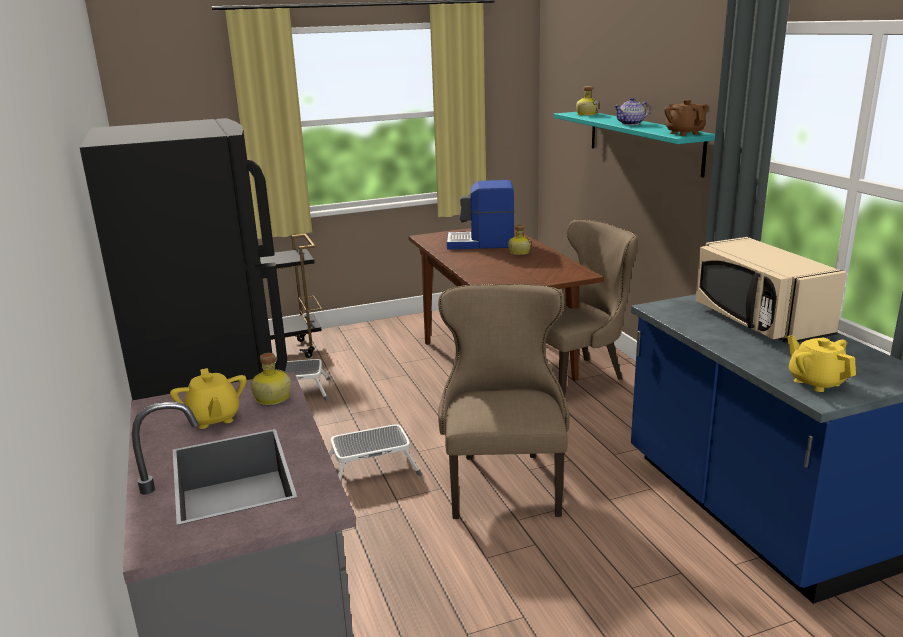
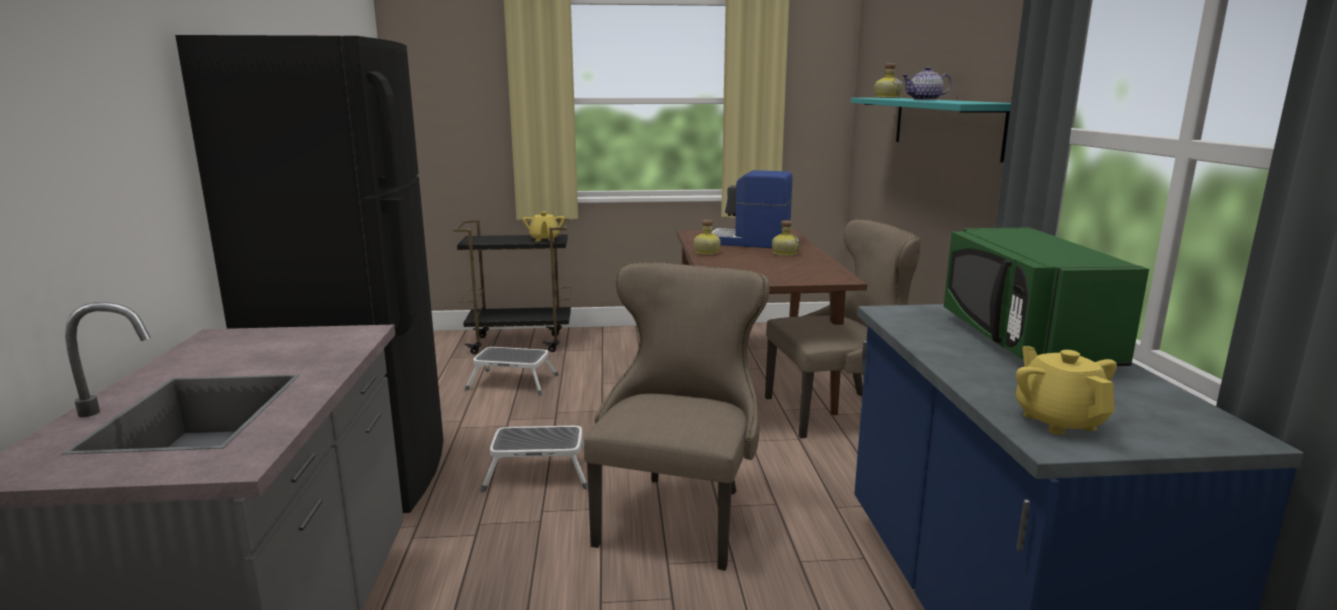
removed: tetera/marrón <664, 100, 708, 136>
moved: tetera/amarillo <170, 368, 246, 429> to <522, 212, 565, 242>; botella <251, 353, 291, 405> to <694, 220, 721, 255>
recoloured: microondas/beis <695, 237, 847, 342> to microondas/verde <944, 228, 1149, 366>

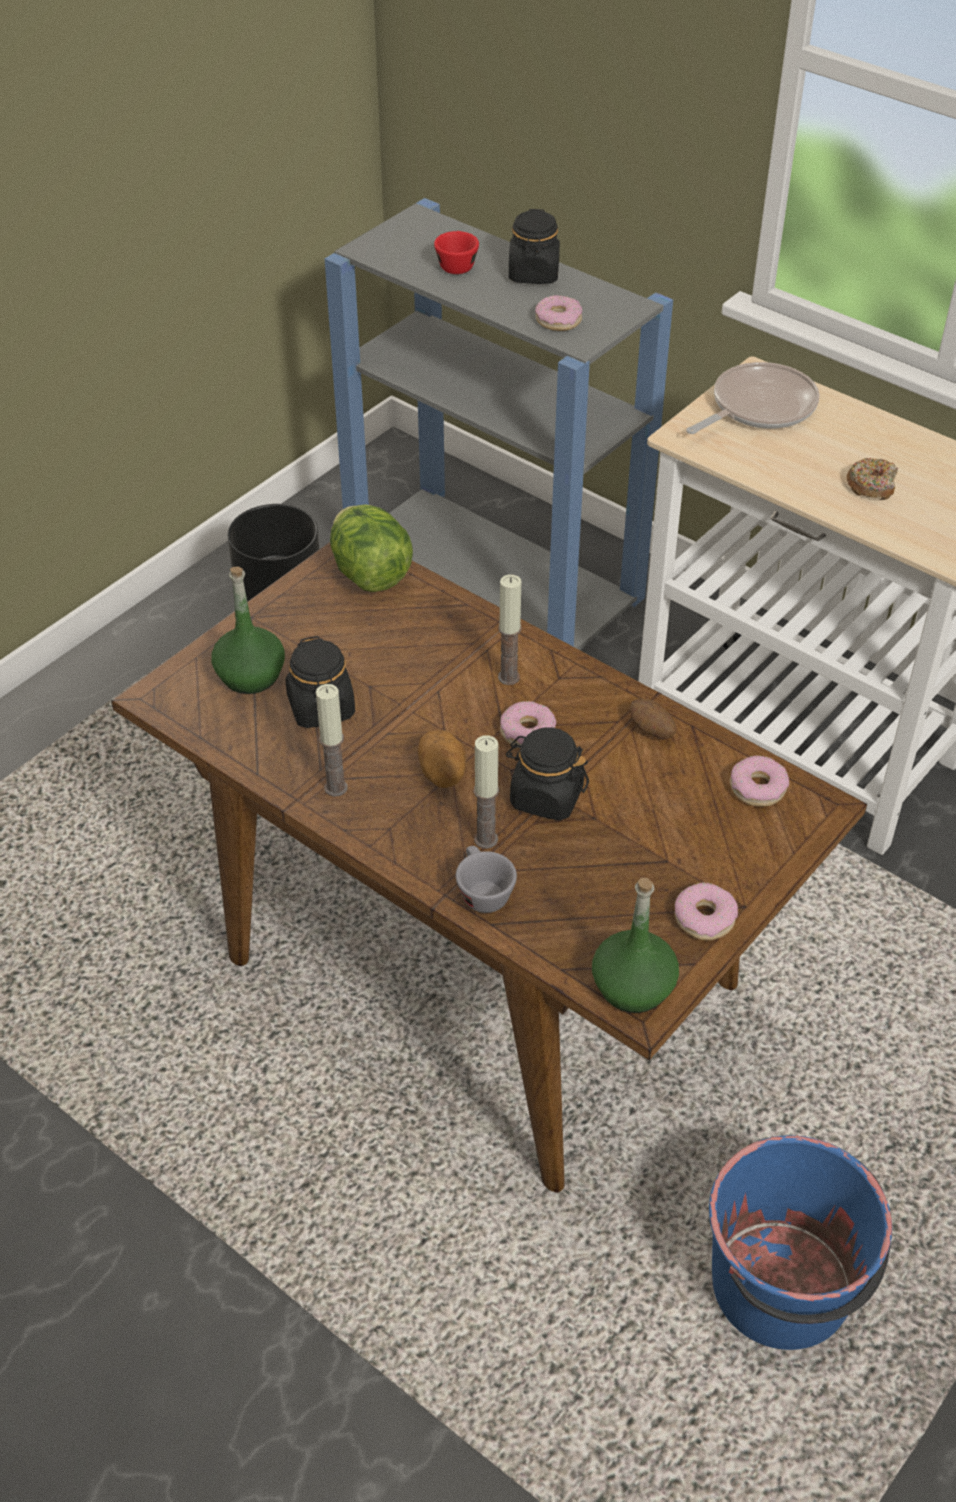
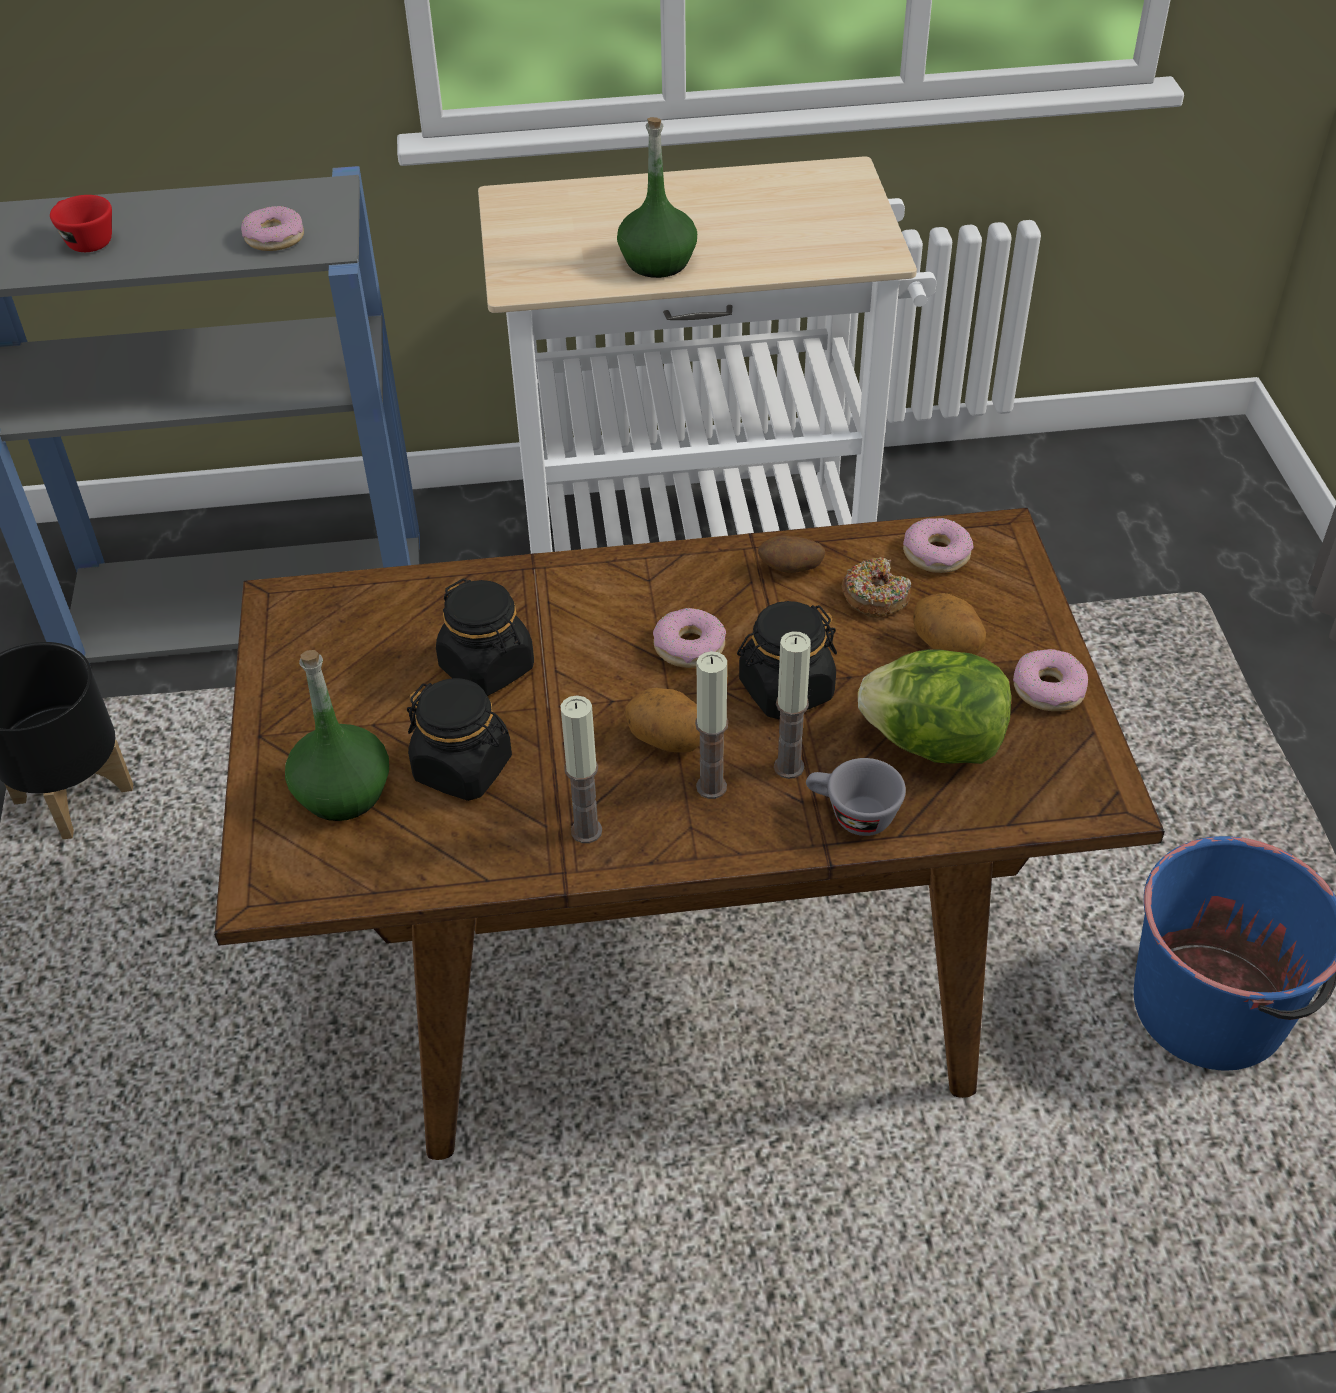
removed: sartén <686, 362, 819, 434>
added: patata <913, 593, 986, 655>
moved: lechuga <330, 504, 413, 592> to <858, 649, 1011, 764>; vela <498, 574, 522, 685> to <695, 651, 728, 799>; tarro/negro <509, 209, 560, 284> to <436, 579, 534, 696>; botella/verde <592, 878, 679, 1013> to <617, 117, 697, 278>; rosquilla <846, 458, 898, 500> to <842, 557, 911, 618>

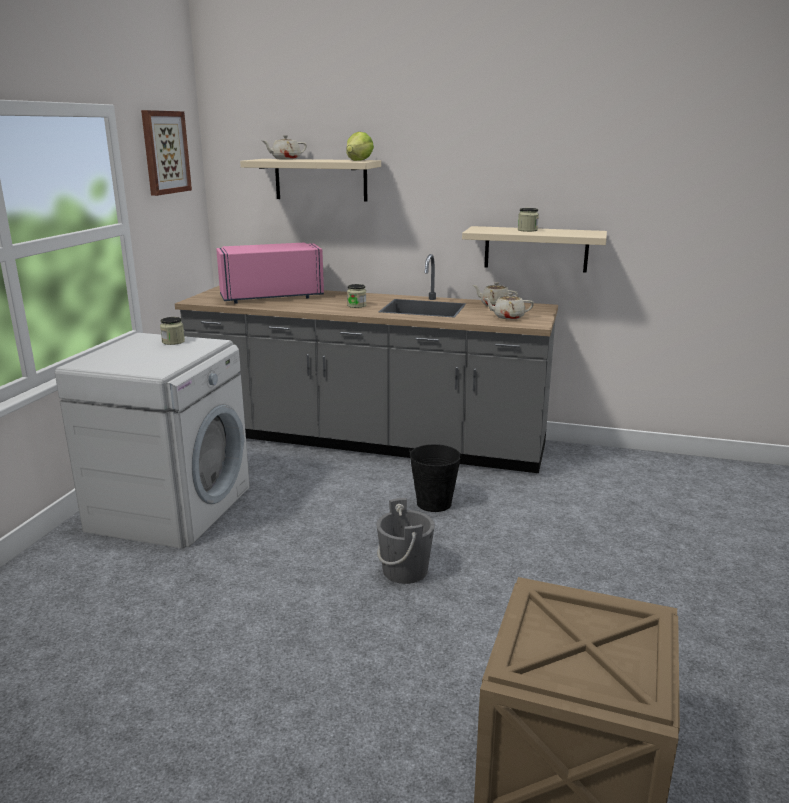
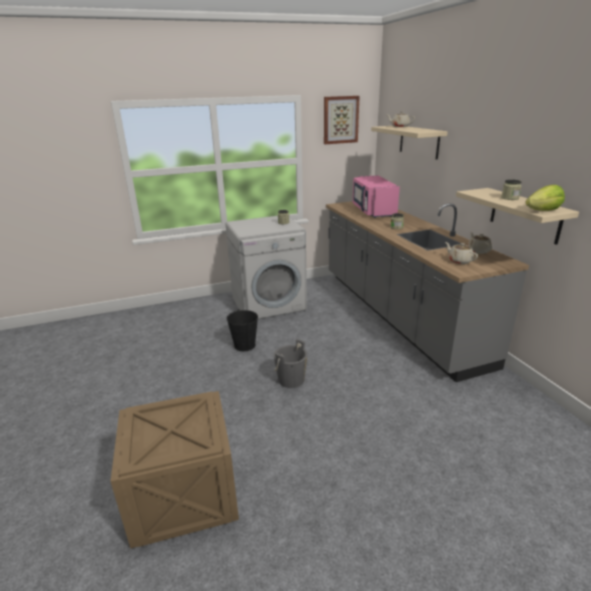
moved: lechuga <346, 132, 374, 161> to <525, 185, 565, 211>; cubo/negro <409, 444, 462, 512> to <226, 309, 258, 351>
turned: microondas/rosa <216, 243, 324, 304> = <353, 175, 400, 218> 135 degrees counterclockwise

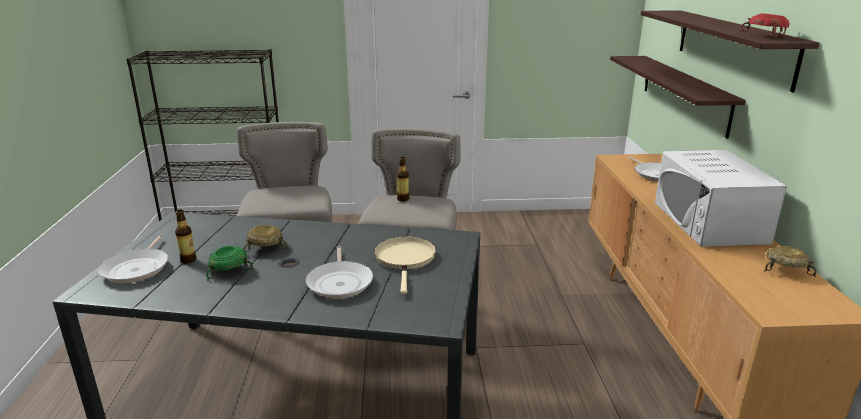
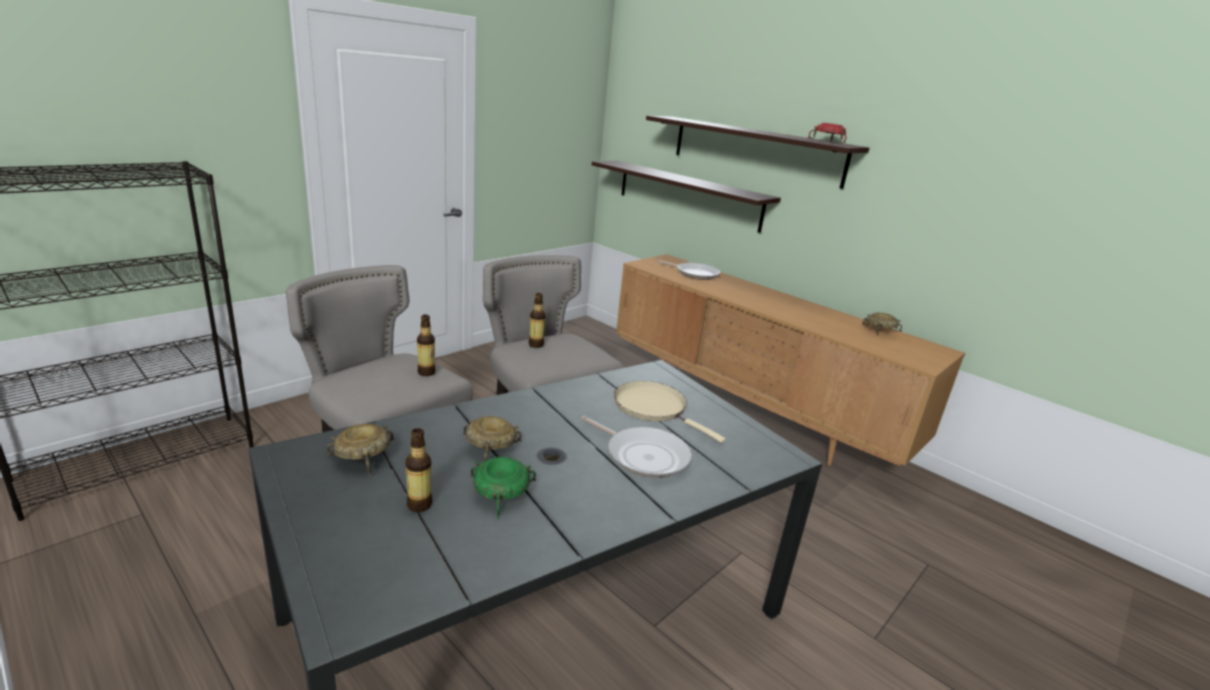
removed: sartén <98, 234, 168, 283>; microondas/blanco <655, 150, 787, 247>
added: cuenco/beis <327, 424, 395, 476>; botella <417, 314, 436, 376>

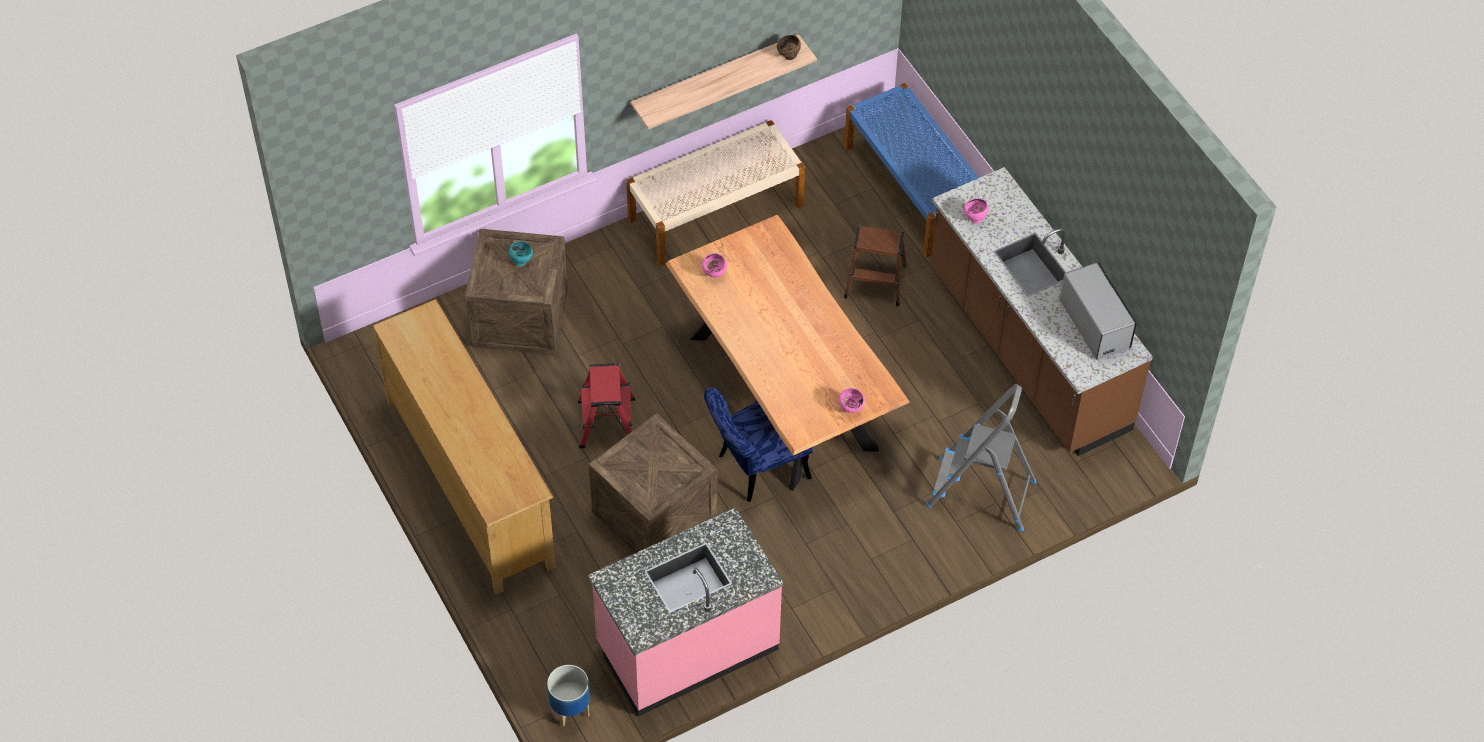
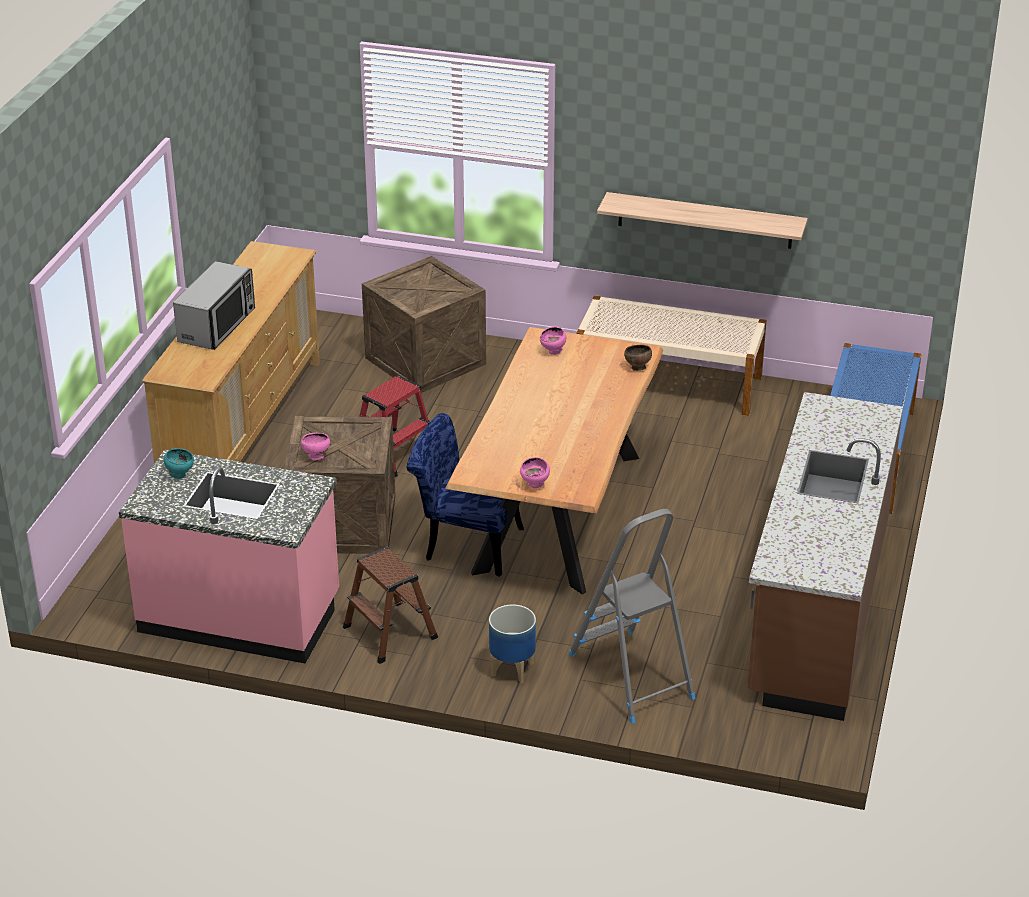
moved: cuenco/turquesa <508, 241, 533, 266> to <164, 448, 194, 479>; maceta <547, 665, 590, 727> to <489, 605, 536, 684>; cuenco/marrón <777, 35, 801, 60> to <624, 345, 652, 371>; escalera de tijera/marrón <844, 225, 907, 306> to <343, 546, 438, 664>; cuenco/rosa <964, 198, 989, 224> to <301, 433, 330, 460>; microondas <1060, 262, 1137, 360> to <173, 261, 255, 350>

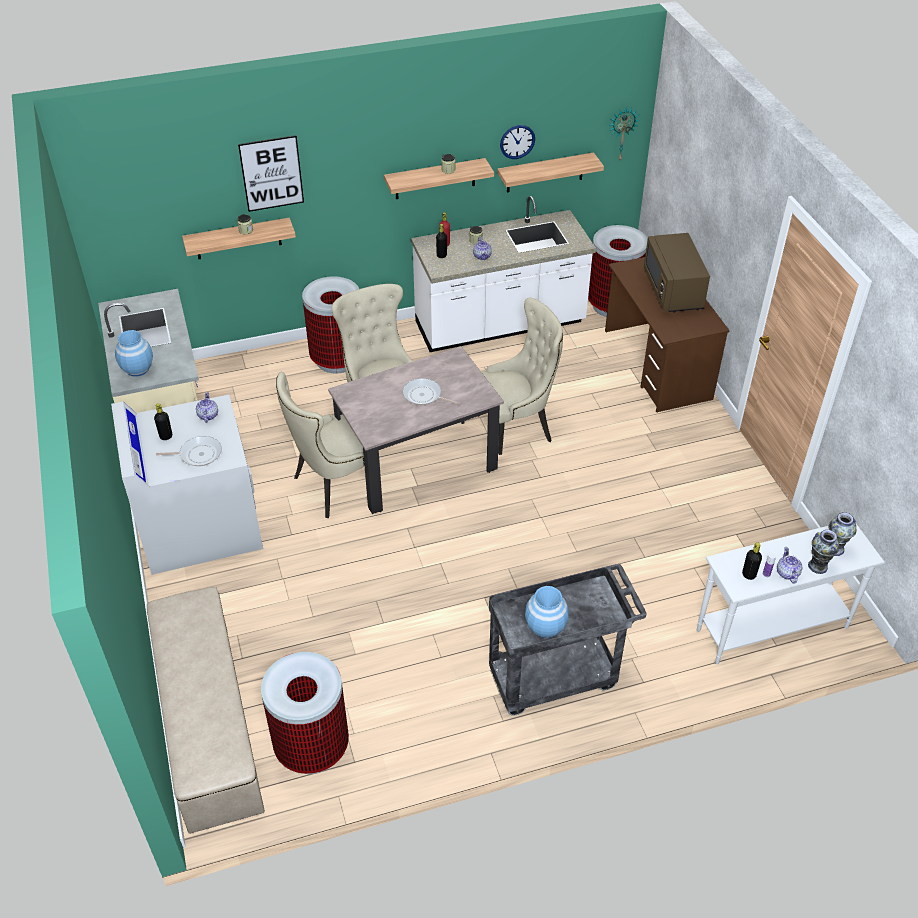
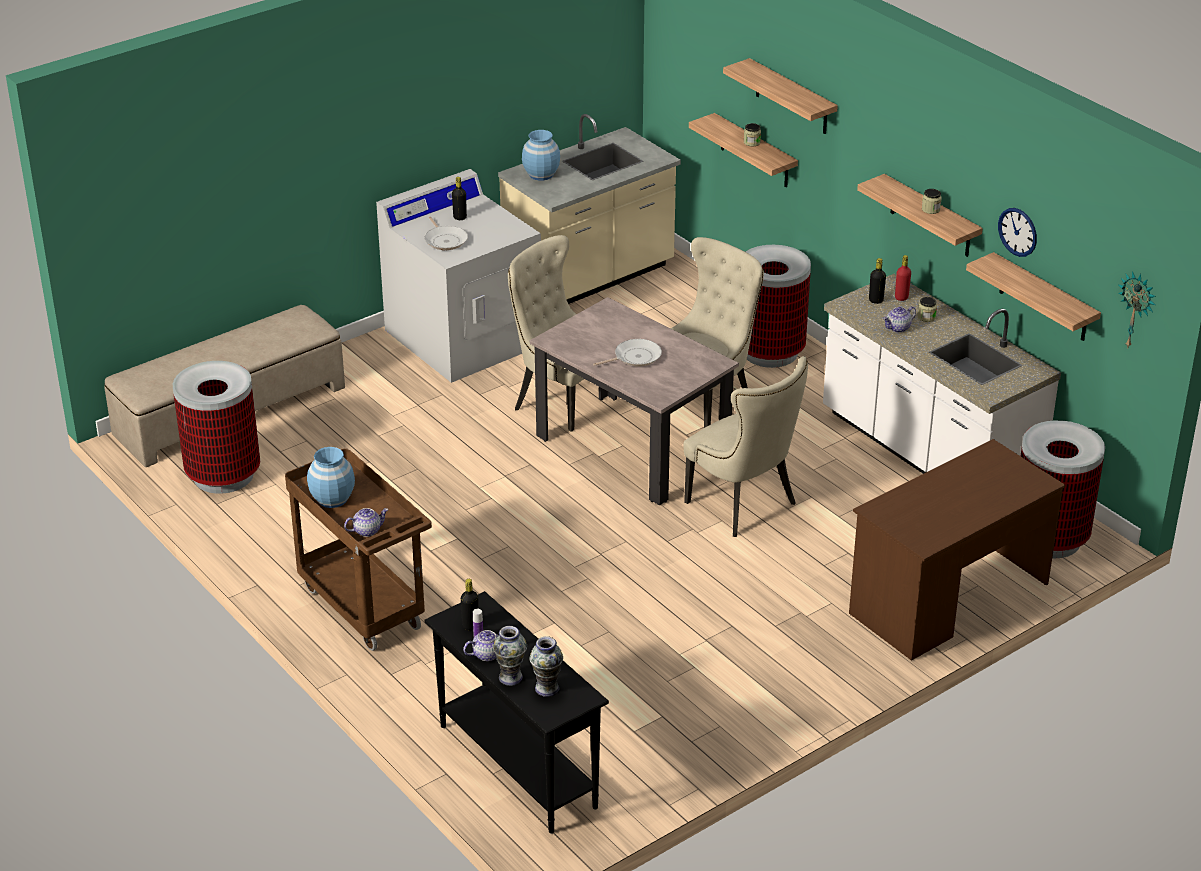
removed: microondas/marrón <644, 233, 710, 313>
moved: tetera <196, 392, 218, 423> to <344, 508, 388, 537>
replaced: cuadro <238, 135, 304, 212> to estante <723, 58, 838, 134>
recoloured: carrito/gris <489, 564, 647, 716> to carrito/marrón <285, 448, 432, 651>; mesa consola/blanco <697, 524, 885, 664> to mesa consola/negro <424, 591, 609, 834>
turned: sartén <403, 378, 460, 405> = <593, 339, 662, 367> 60 degrees clockwise

